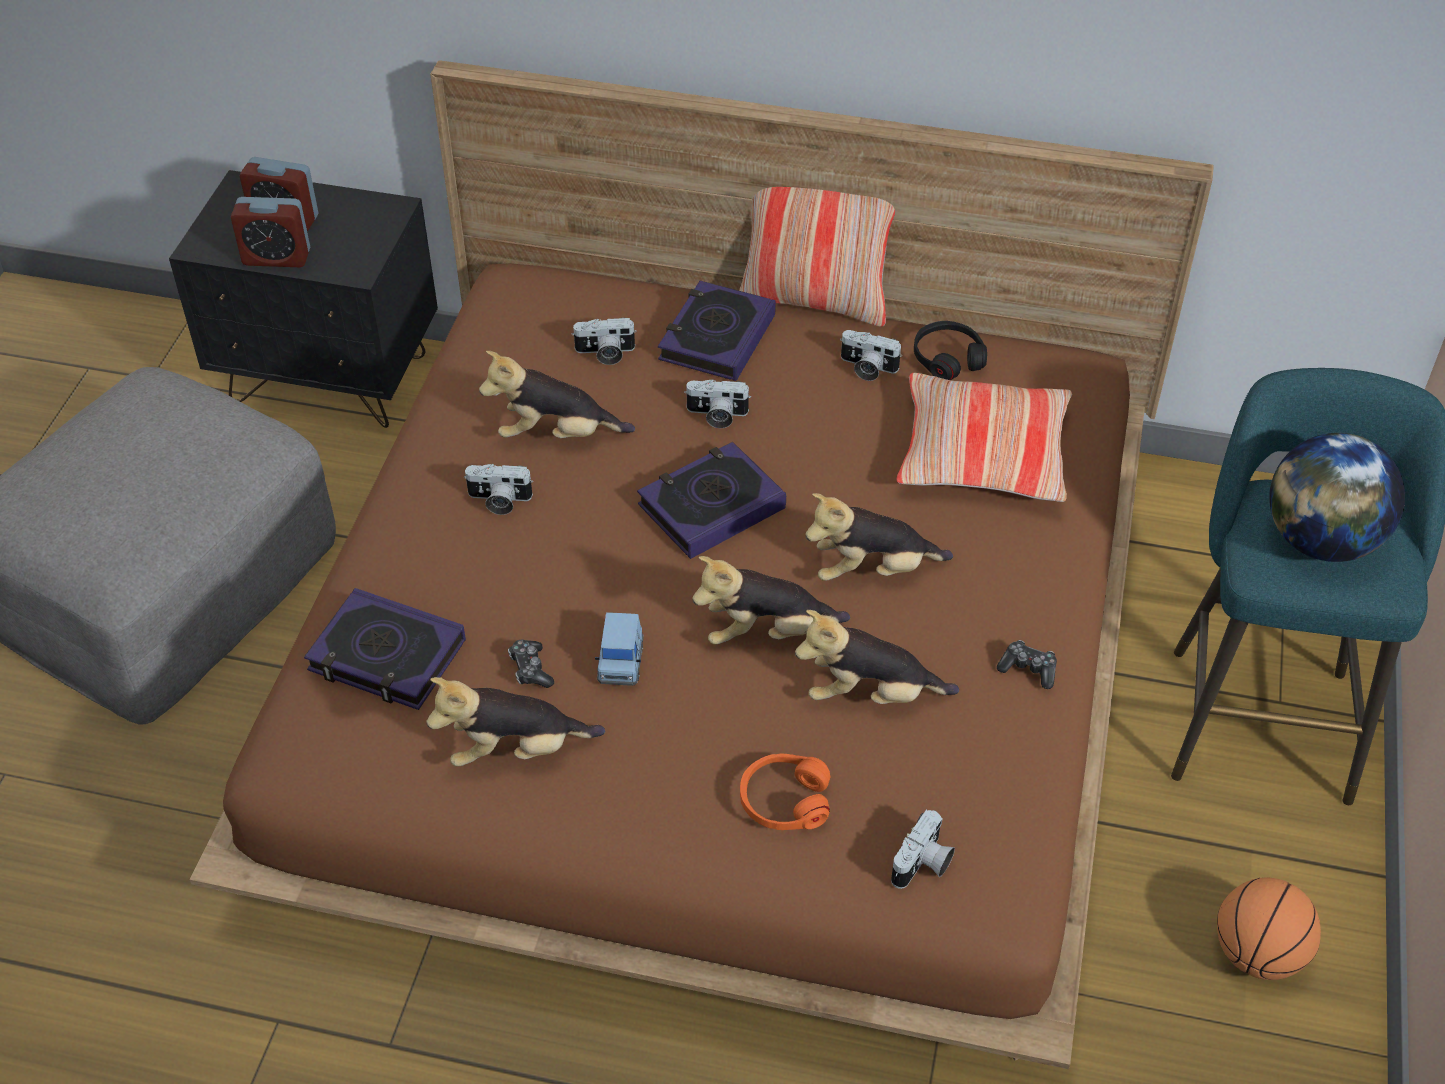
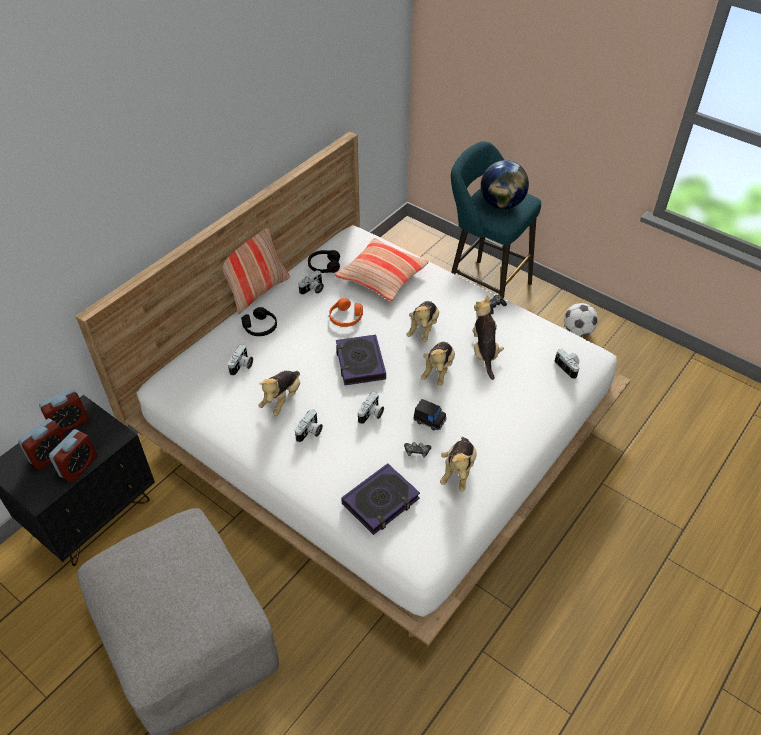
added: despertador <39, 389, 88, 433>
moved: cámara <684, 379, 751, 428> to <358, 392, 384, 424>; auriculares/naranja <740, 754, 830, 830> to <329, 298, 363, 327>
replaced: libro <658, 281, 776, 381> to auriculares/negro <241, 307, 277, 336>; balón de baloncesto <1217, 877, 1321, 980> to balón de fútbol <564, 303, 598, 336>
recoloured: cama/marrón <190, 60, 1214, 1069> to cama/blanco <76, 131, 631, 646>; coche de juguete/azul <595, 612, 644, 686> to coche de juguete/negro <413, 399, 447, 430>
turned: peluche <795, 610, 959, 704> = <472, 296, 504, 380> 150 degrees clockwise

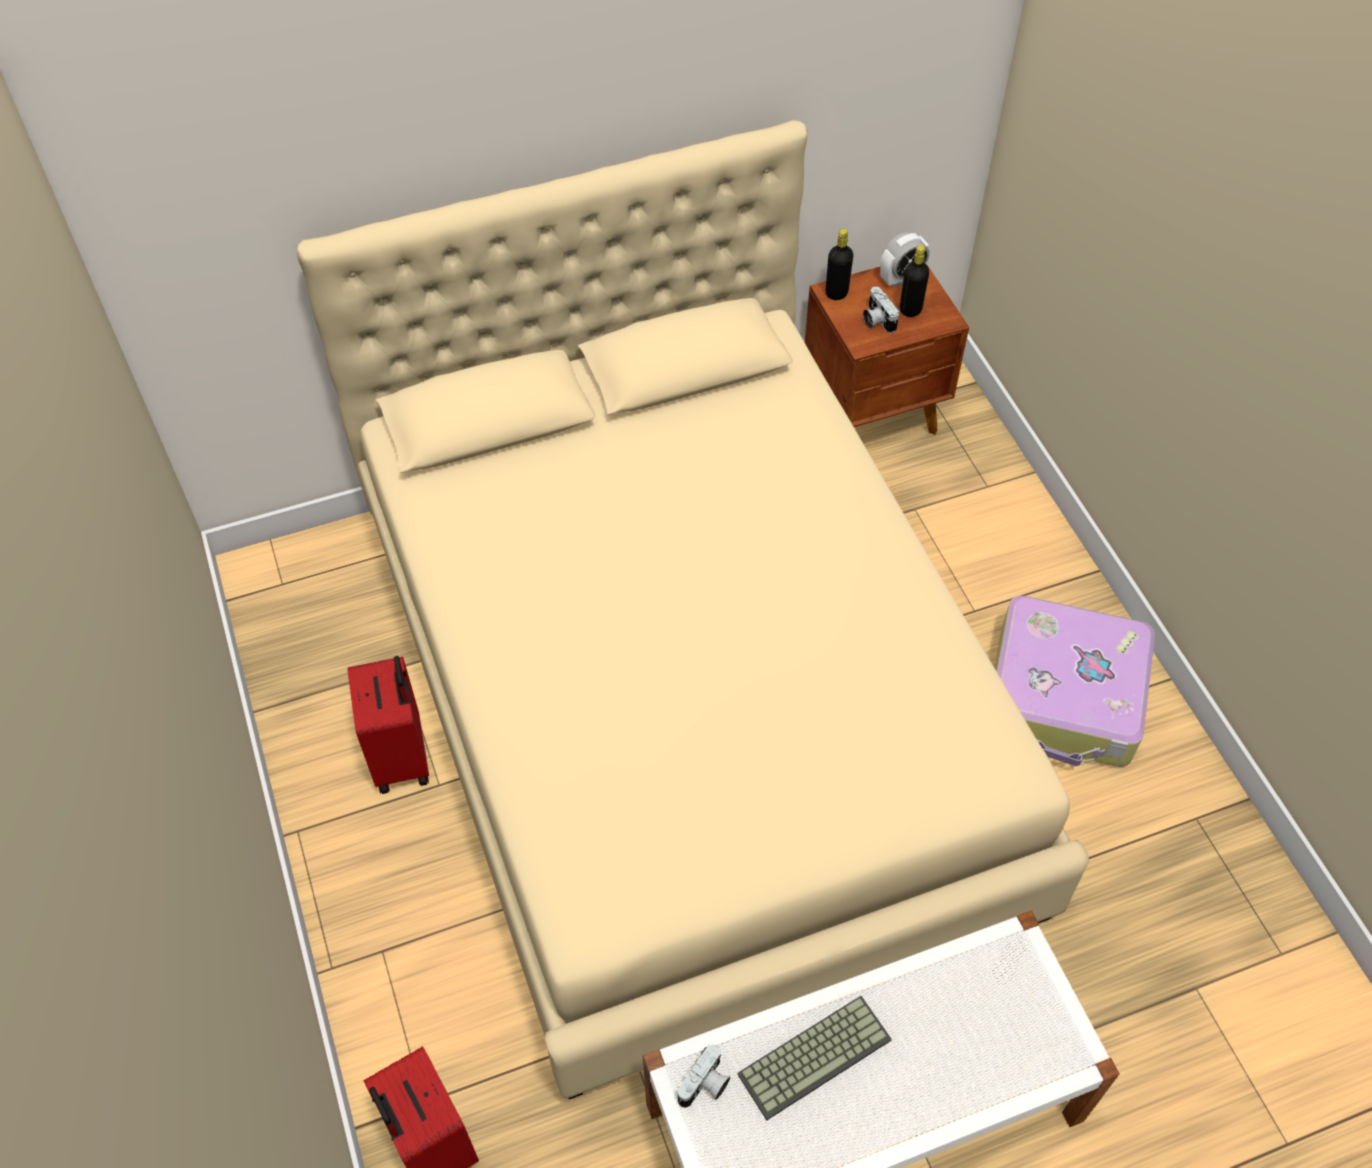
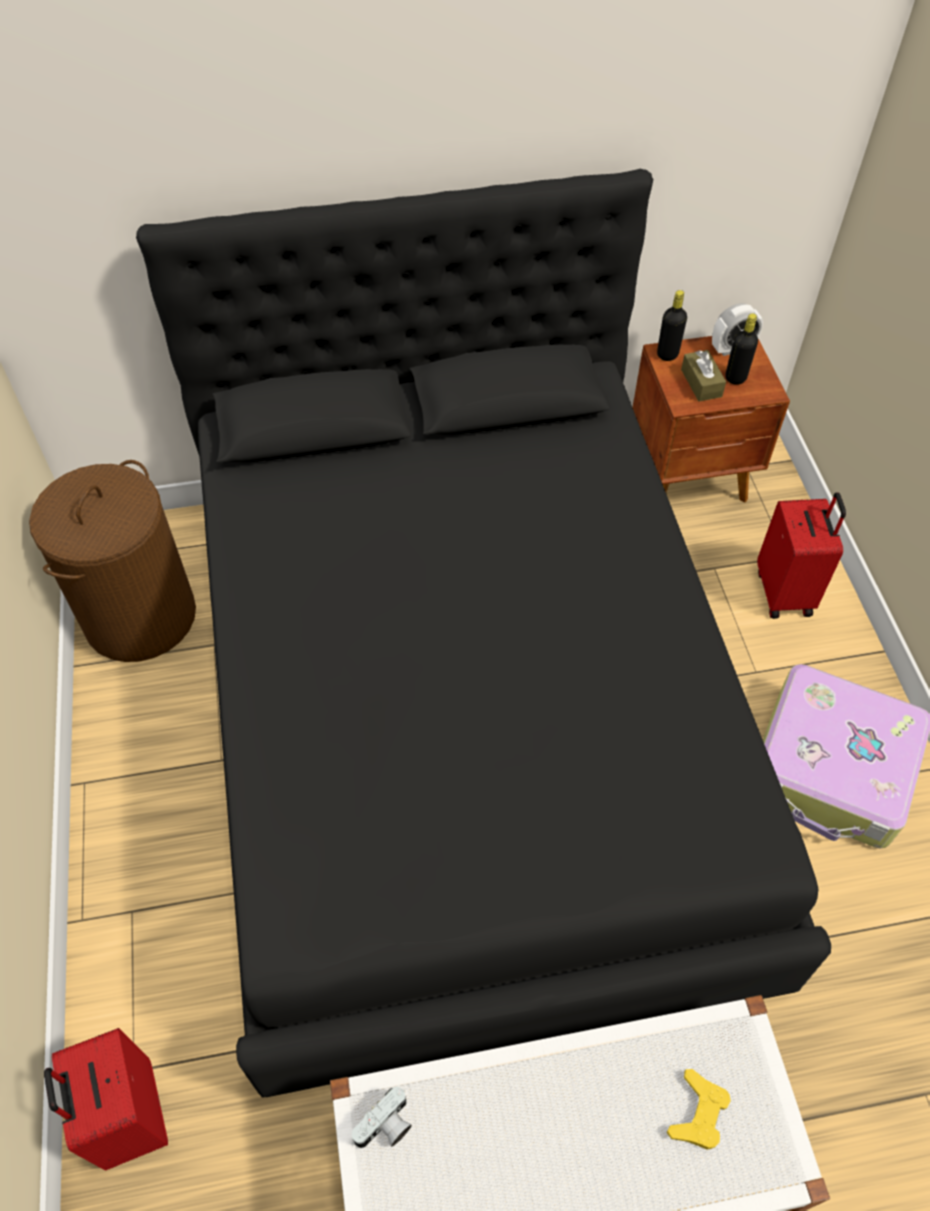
removed: teclado <737, 996, 892, 1120>
added: cesto de la ropa/marrón <29, 460, 196, 662>; mando de consola/amarillo <666, 1069, 731, 1149>
moved: maleta/rojo <347, 656, 429, 794> to <757, 492, 846, 619>
replaced: cámara <863, 286, 899, 333> to caja de pañuelos/marrón <681, 350, 726, 401>
recoloured: cama/beis <297, 120, 1089, 1099> to cama/negro <136, 169, 831, 1097>

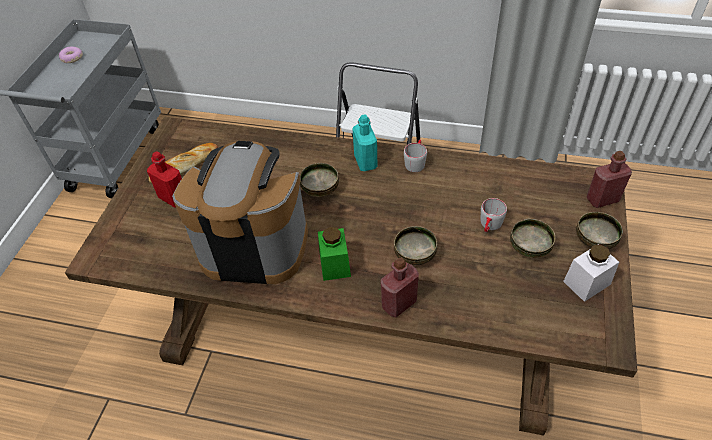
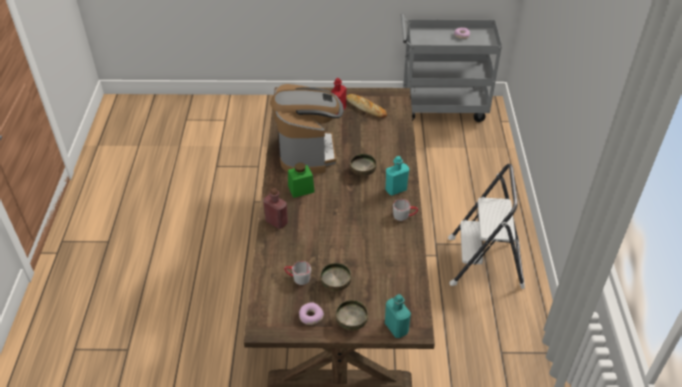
removed: cuenco <394, 226, 437, 265>
moved: taza grande/gris <481, 198, 507, 232> to <284, 261, 311, 285>
replaced: tarro/blanco <563, 244, 619, 302> to rosquilla <299, 302, 324, 325>
recoloured: botella/rojo <587, 151, 632, 208> to botella/turquesa <385, 294, 411, 338>

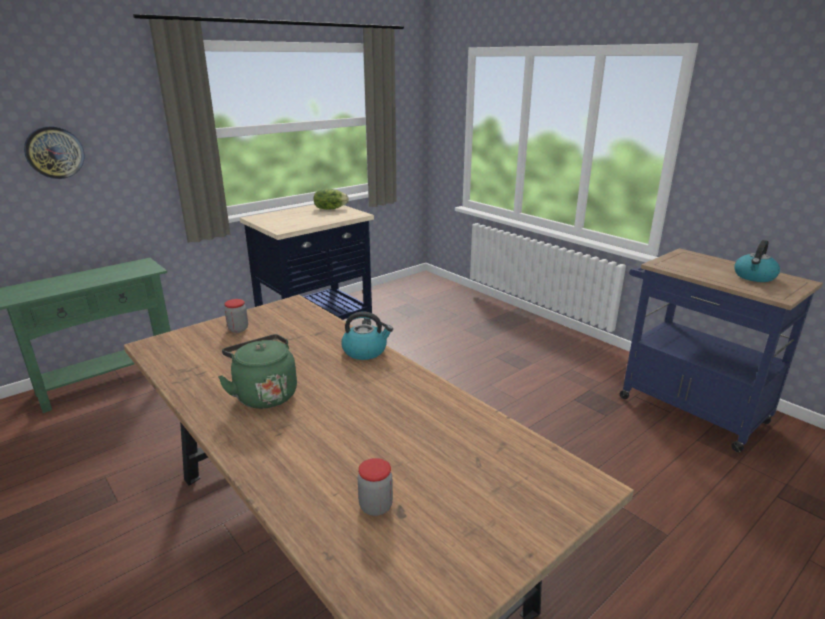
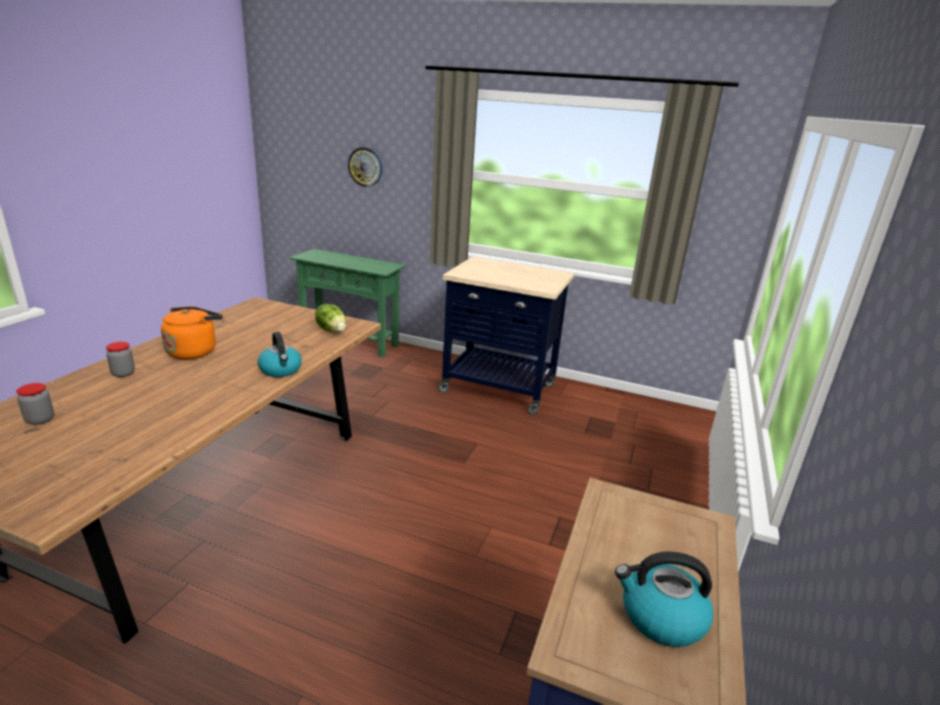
moved: tarro <224, 299, 248, 333> to <106, 342, 135, 377>; lechuga <313, 189, 349, 210> to <315, 304, 346, 333>
recoloured: hervidor/verde <218, 334, 297, 409> to hervidor/naranja <161, 306, 223, 359>

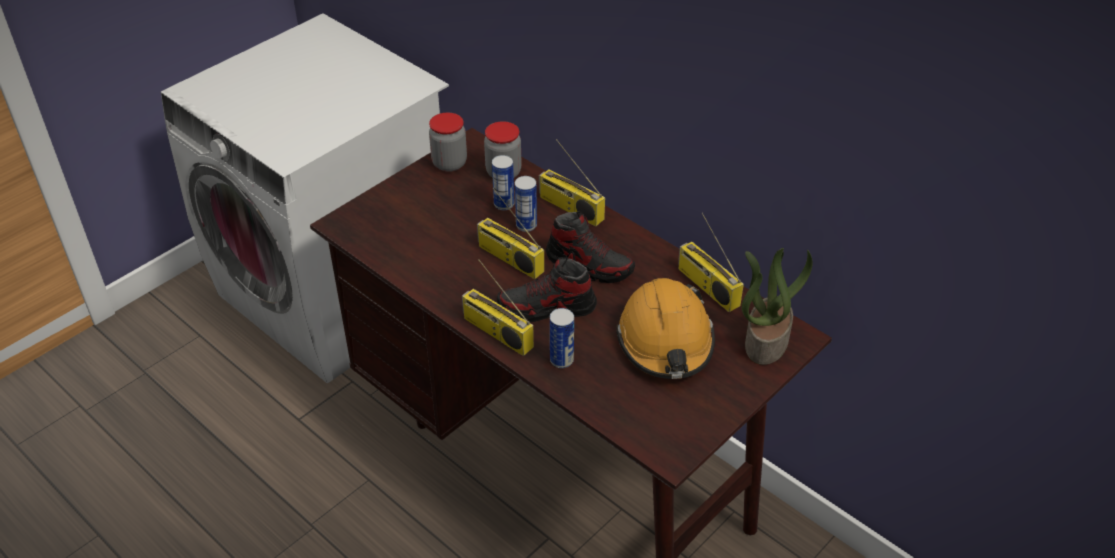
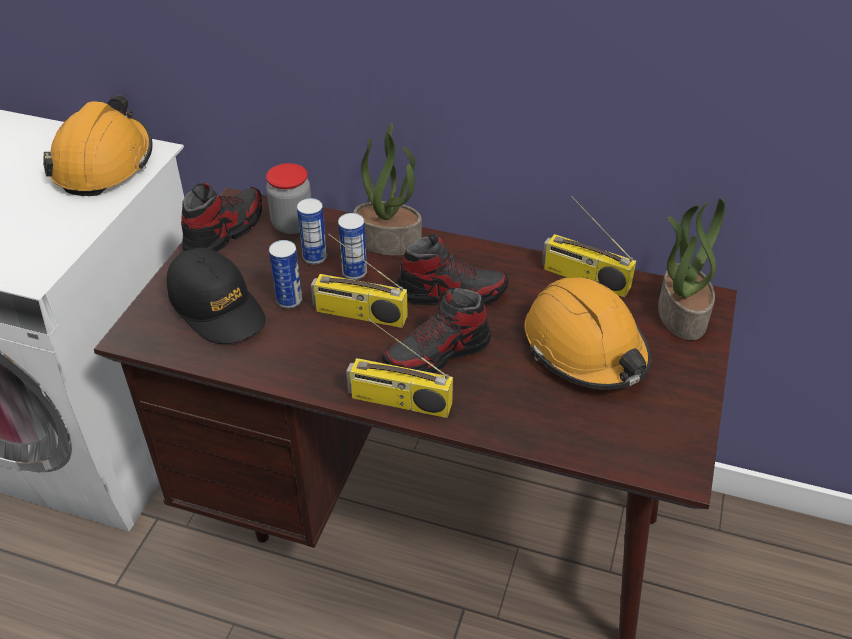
added: casco/naranja <43, 95, 153, 196>; gorra/negro <166, 248, 265, 344>
moved: lata <550, 308, 574, 368> to <269, 240, 302, 309>
replaced: tarro <429, 113, 467, 172> to zapato <181, 183, 262, 252>; radio <539, 139, 605, 226> to planta en maceta <353, 123, 422, 256>

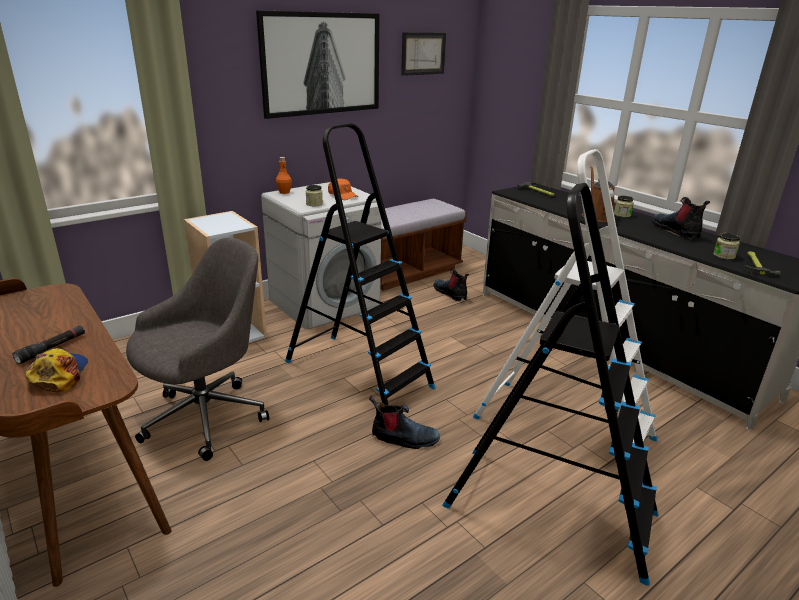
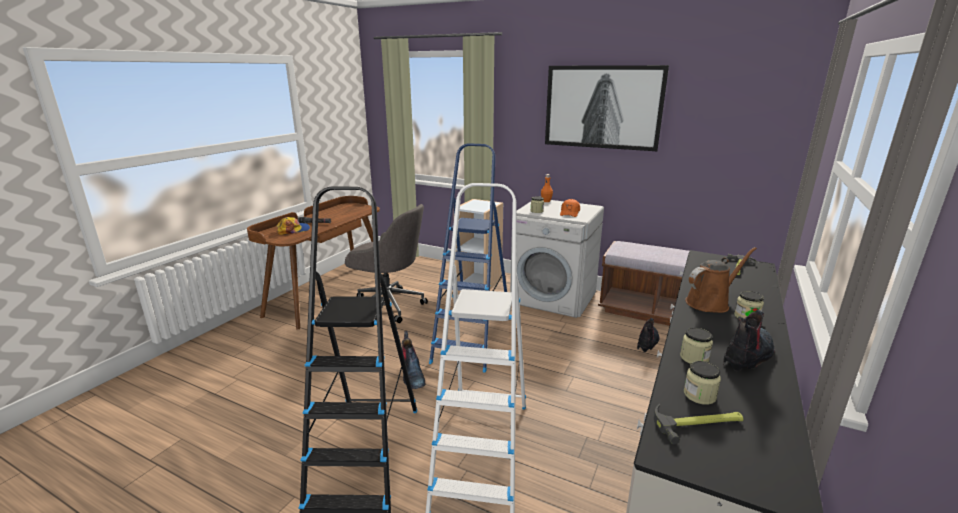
removed: cuadro <401, 32, 446, 76>
added: tarro <680, 328, 713, 364>
recoloured: escalera de tijera/negro <285, 123, 435, 406> to escalera de tijera/azul <429, 143, 507, 373>

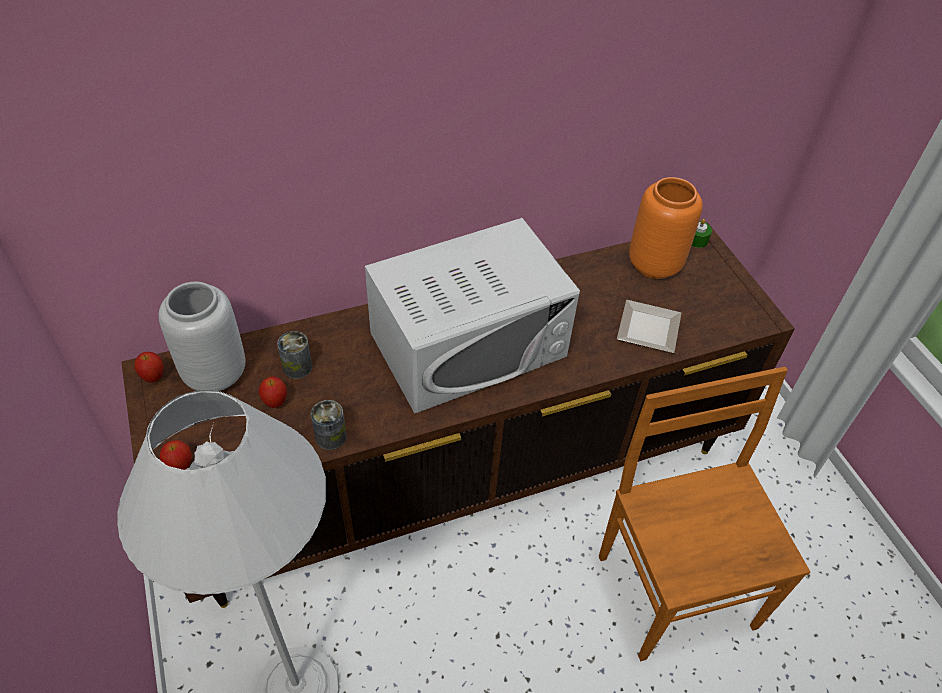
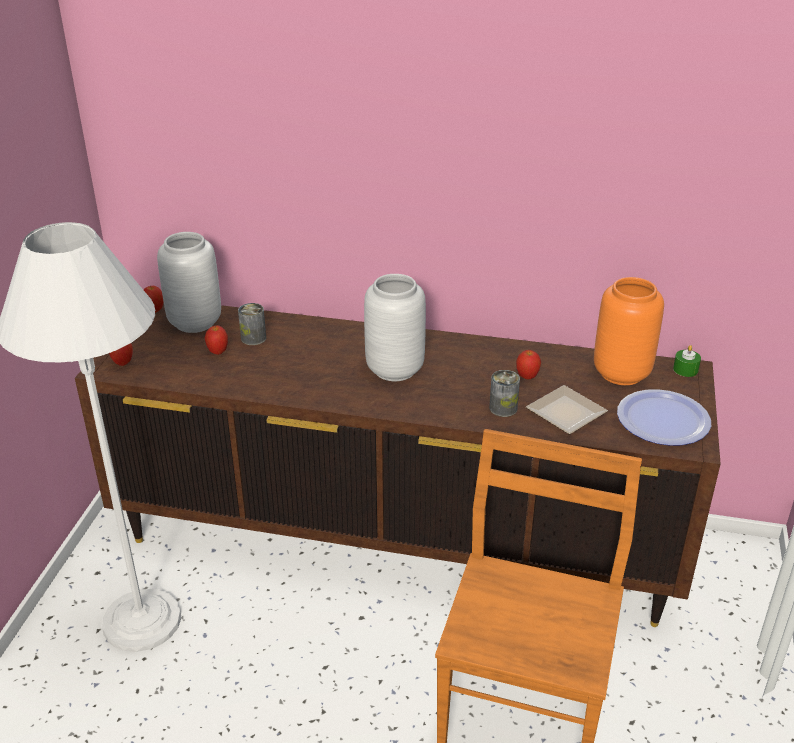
added: manzana <516, 350, 541, 379>; plato <617, 389, 711, 446>
moved: lata <311, 400, 346, 450> to <489, 370, 520, 417>
replaced: microondas/blanco <365, 218, 580, 413> to florero/gris <364, 274, 426, 381>

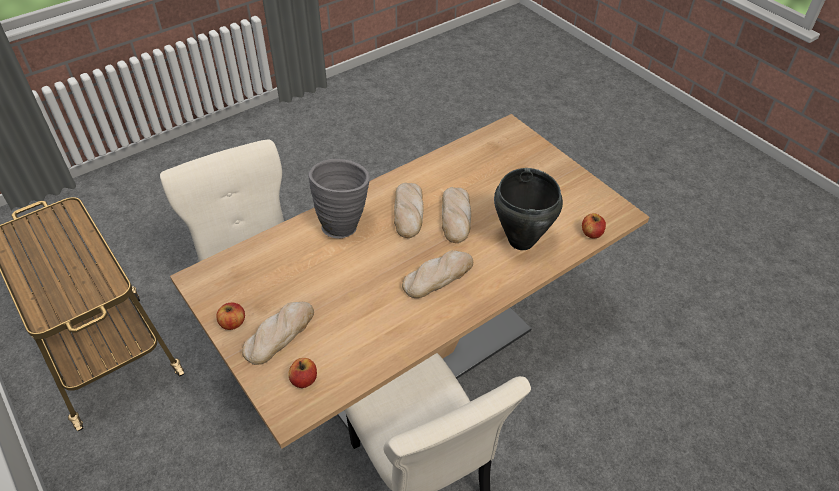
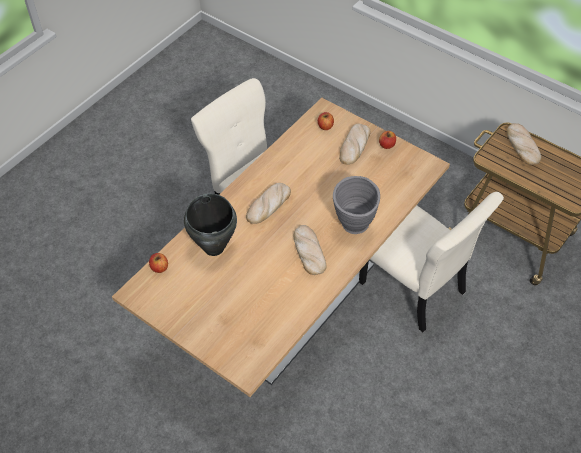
moved: pan <442, 187, 471, 243> to <507, 123, 541, 165>

